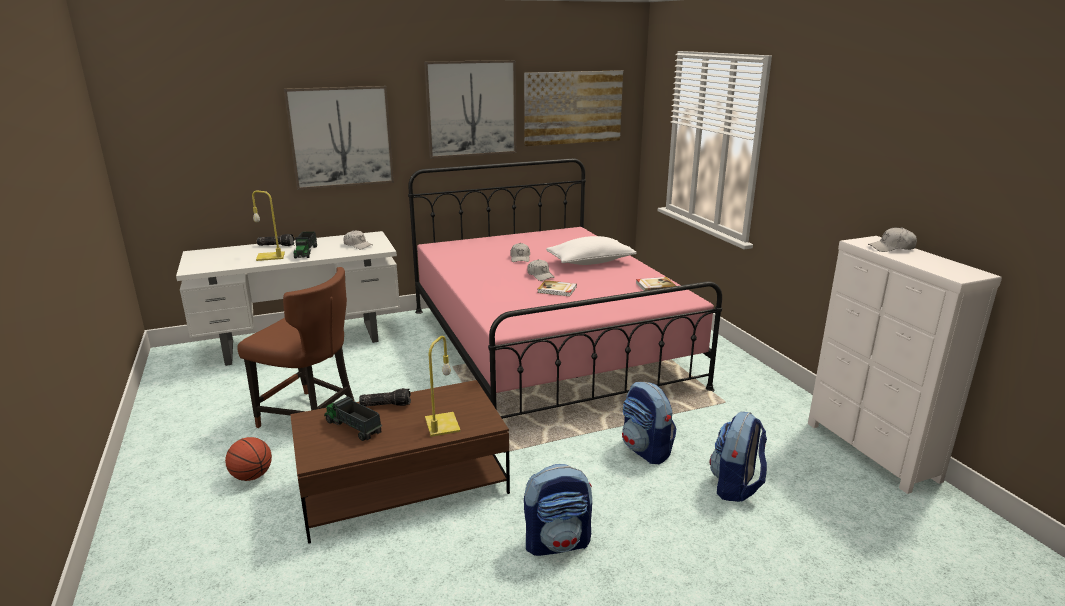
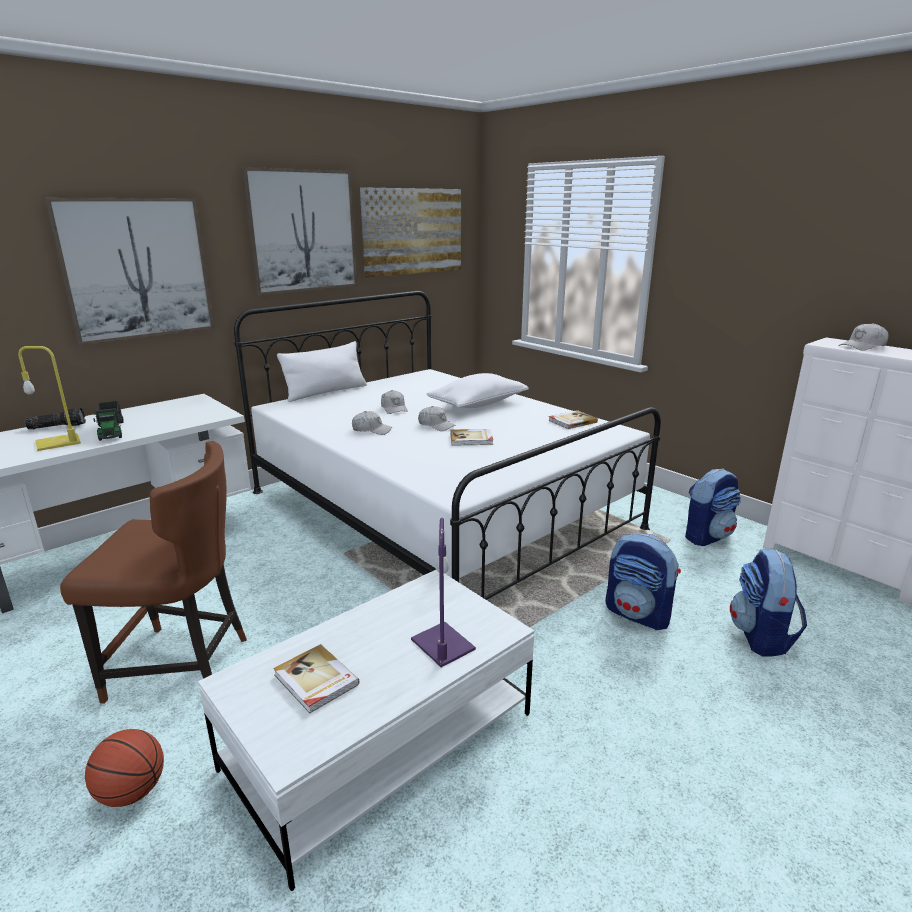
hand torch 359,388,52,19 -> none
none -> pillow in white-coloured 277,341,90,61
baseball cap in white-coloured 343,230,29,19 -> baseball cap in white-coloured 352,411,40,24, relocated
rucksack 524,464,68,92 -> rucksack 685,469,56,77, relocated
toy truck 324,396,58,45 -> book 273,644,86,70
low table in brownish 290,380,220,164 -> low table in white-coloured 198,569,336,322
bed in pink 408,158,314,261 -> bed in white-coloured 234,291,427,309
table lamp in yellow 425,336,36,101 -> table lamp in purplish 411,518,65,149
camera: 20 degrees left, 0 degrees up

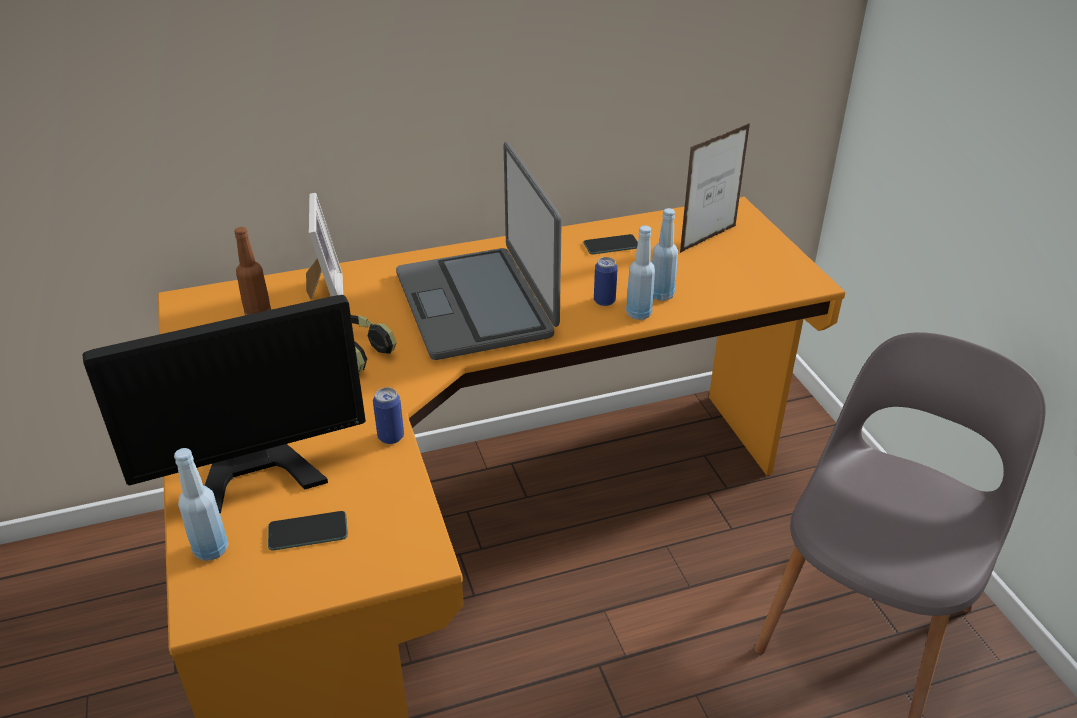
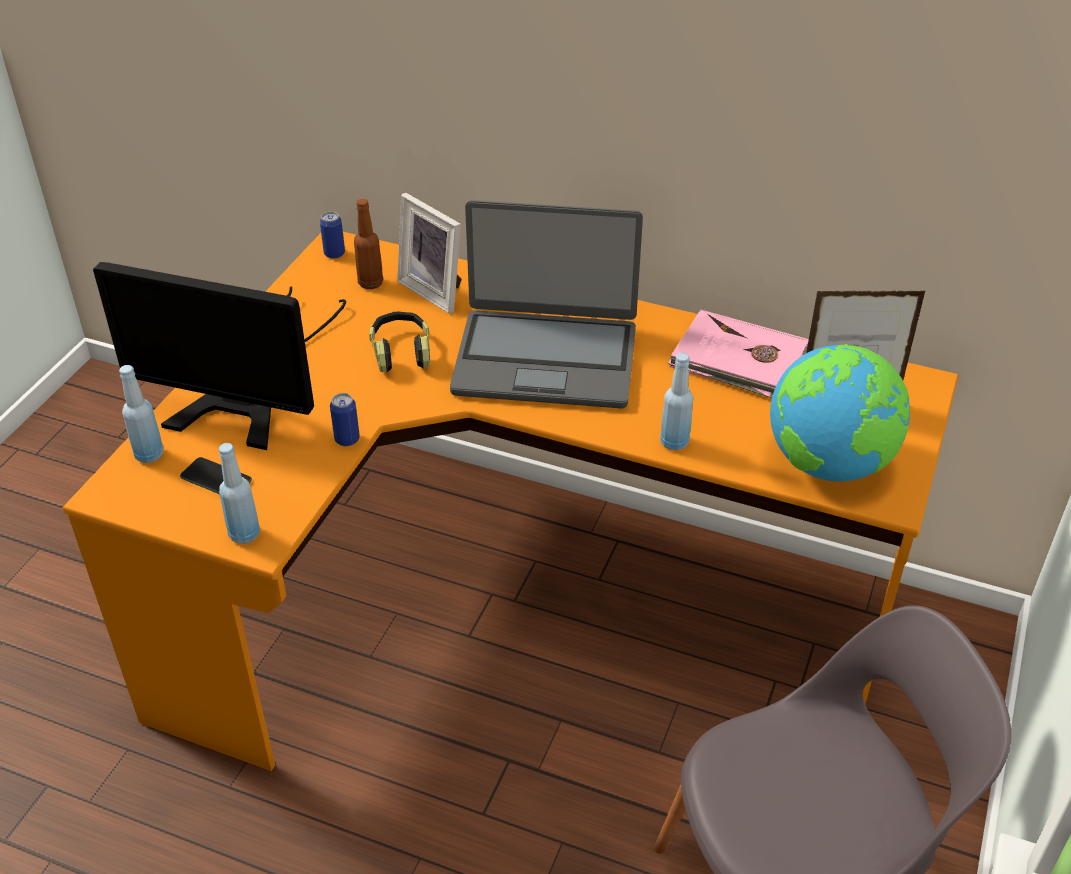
none -> globe 770,344,140,137
can 594,257,24,49 -> can 320,211,25,48, relocated
bottle in blue 652,208,26,93 -> bottle in blue 219,443,41,101, relocated
handset 583,234,55,20 -> book in pink 668,310,141,88
standing frame 306,193,37,107 -> standing frame 397,193,65,121, 105 degrees clockwise
laptop 396,142,166,218 -> laptop 450,200,193,208, 105 degrees counterclockwise
camera: 40 degrees right, 5 degrees up

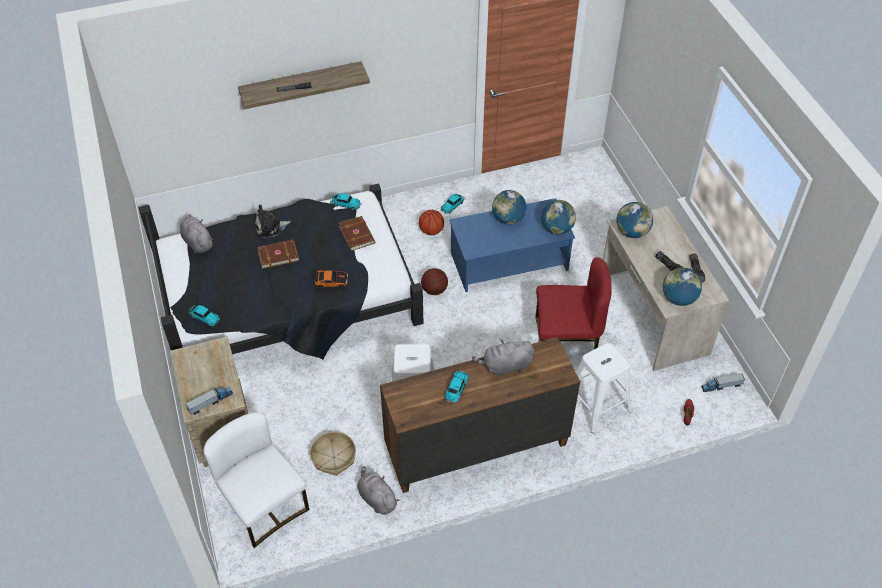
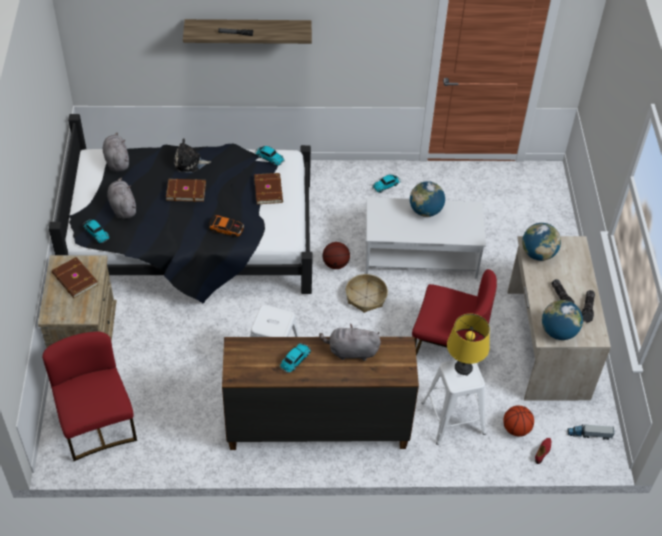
toy truck 185,388,48,27 -> none
globe 541,200,35,34 -> none
none -> book in brownish 52,257,46,41
none -> table lamp in yellow 447,314,43,61
household basket 310,432,46,44 -> household basket 346,274,42,39, relocated
plush toy in greyish 357,466,42,49 -> plush toy in greyish 107,178,29,41, relocated
basketball ball 419,210,25,25 -> basketball ball 503,406,31,31, relocated
plain chair in white-coloured 204,412,105,136 -> plain chair in reddish 42,332,95,129
low table in blue 449,198,126,94 -> low table in white-coloured 366,197,120,81
camera: 15 degrees right, 0 degrees up

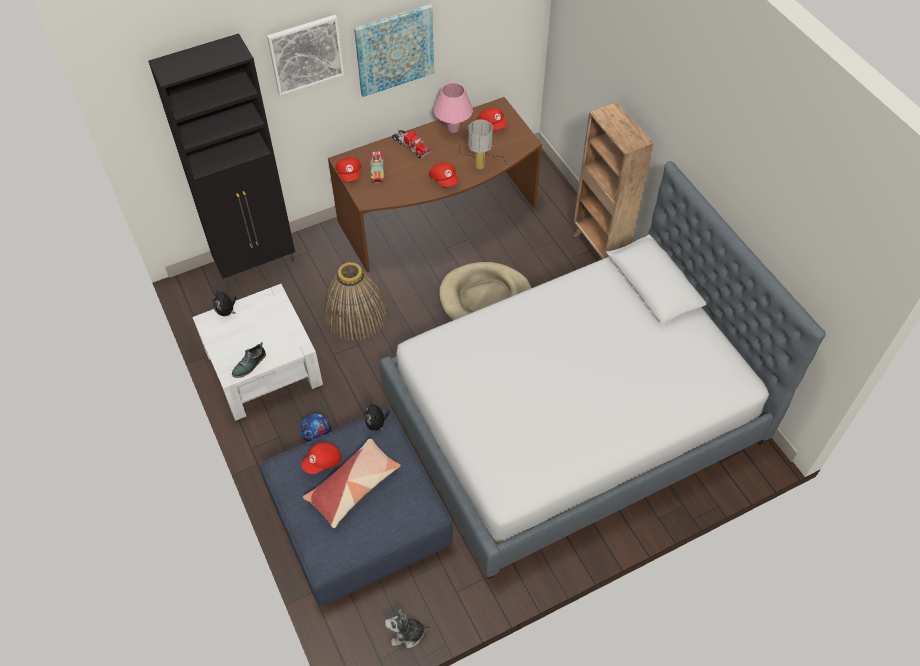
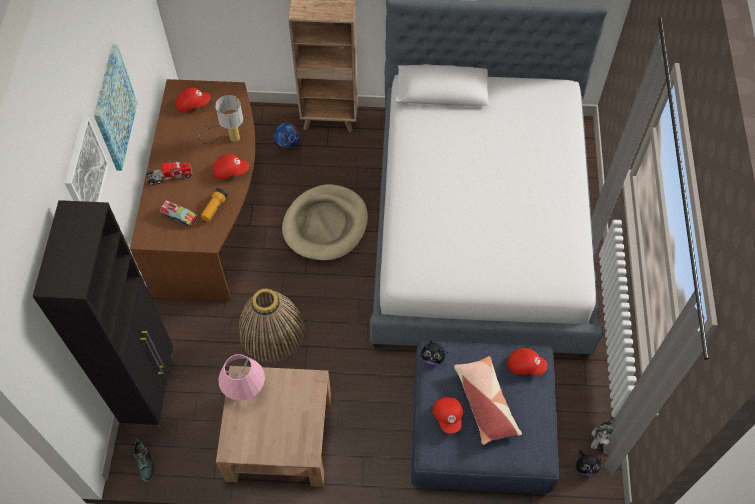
none -> hand torch 200,188,28,34
plush toy 212,289,24,27 -> plush toy 576,450,25,26, relocated
item of footwear 232,342,34,36 -> item of footwear 134,438,21,44, relocated
ball for football 300,413,31,29 -> ball for football 274,123,26,25, relocated
baseball cap in reddish 335,157,26,24 -> baseball cap in reddish 507,348,41,27, relocated
table lamp in pink 434,82,39,51 -> table lamp in pink 218,354,47,47, relocated
low table in white-coloured 192,284,131,137 -> low table in brownish 216,366,115,121
camera: 60 degrees left, 5 degrees up

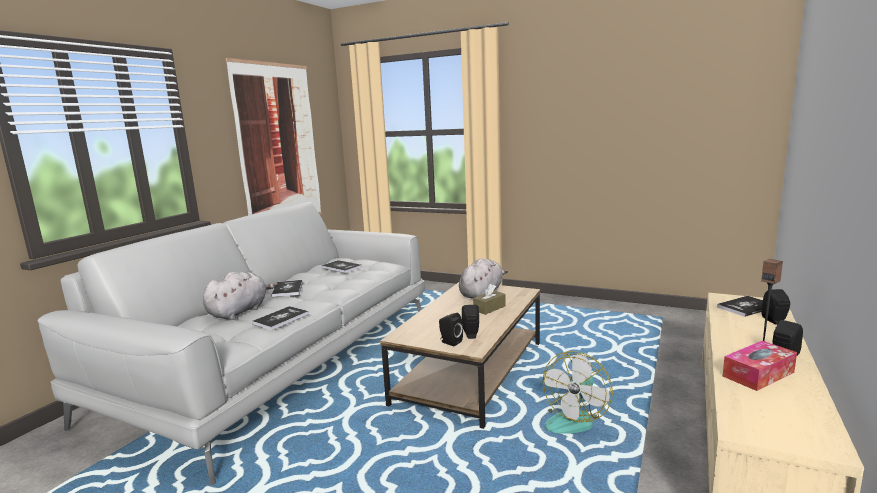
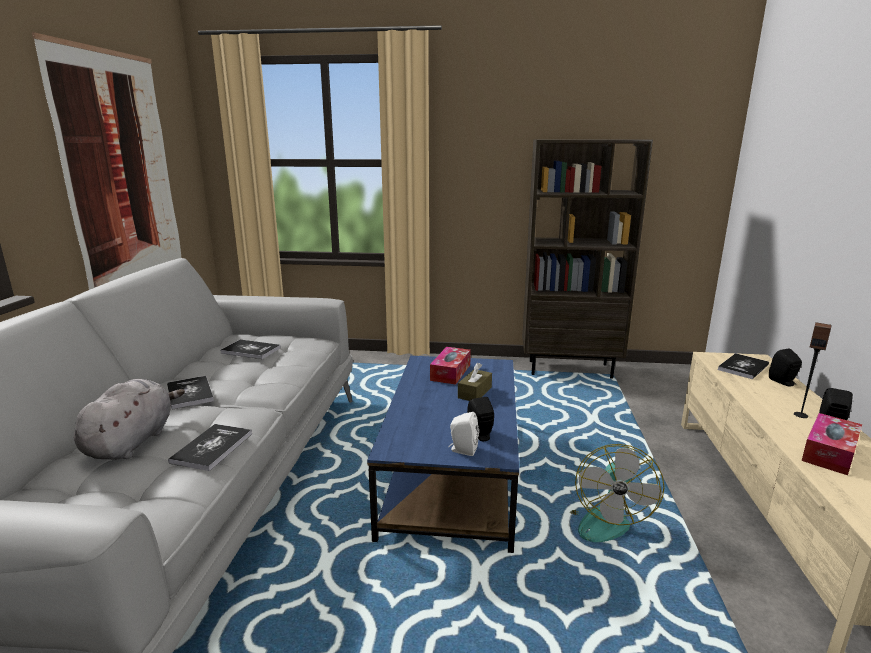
none -> bookcase in brownish 522,140,131,239
plush toy in greyish 459,258,49,41 -> tissue box 430,347,41,38
low table in brownish 380,282,160,147 -> low table in blue 367,356,152,197
speaker in black-coloured 439,313,24,33 -> speaker in white-coloured 448,412,31,44
camera: 20 degrees left, 5 degrees up

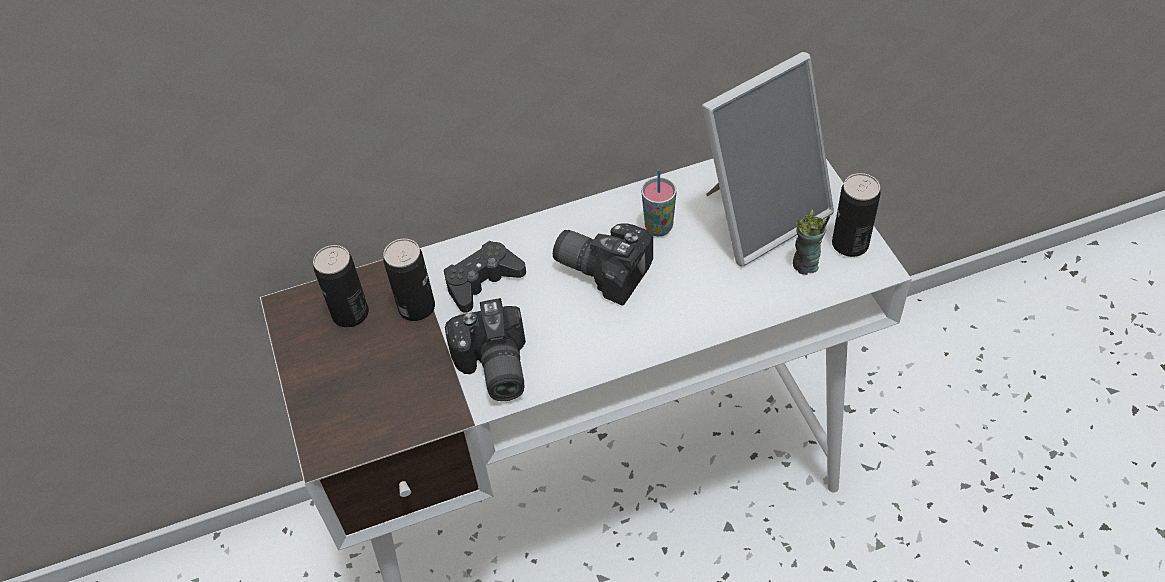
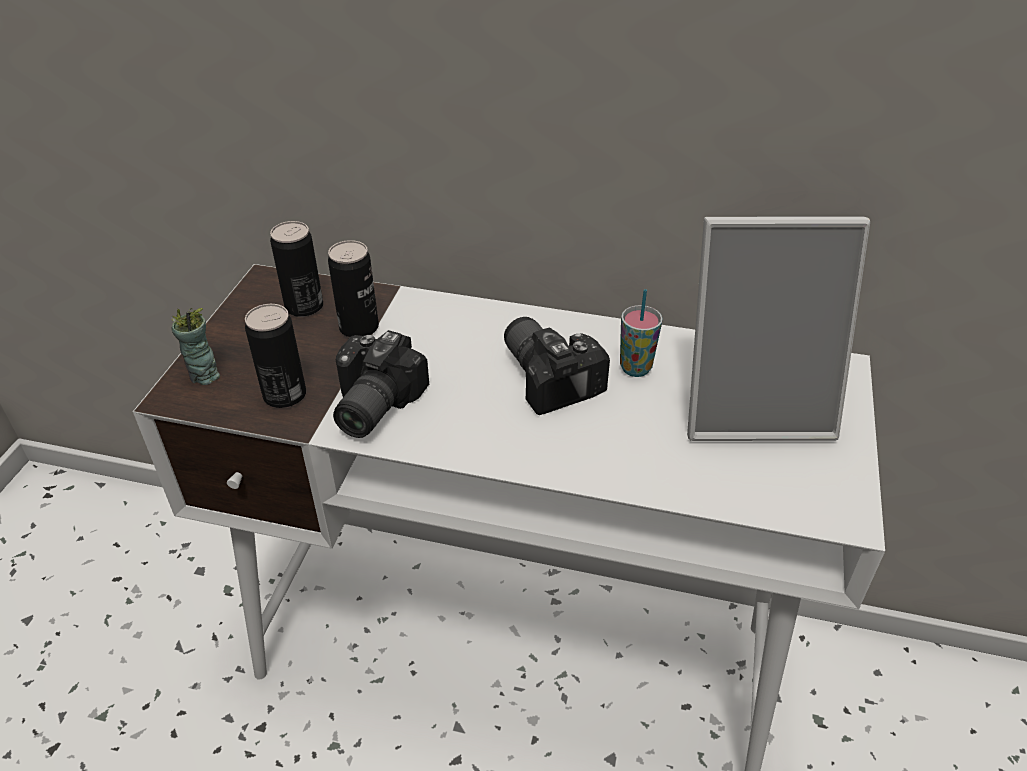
gamepad in black-coloured 444,241,82,72 -> none
small cup 793,209,37,66 -> small cup 171,308,49,77, relocated
can 832,173,49,84 -> can 245,304,61,104, relocated
camera: 30 degrees right, 10 degrees down

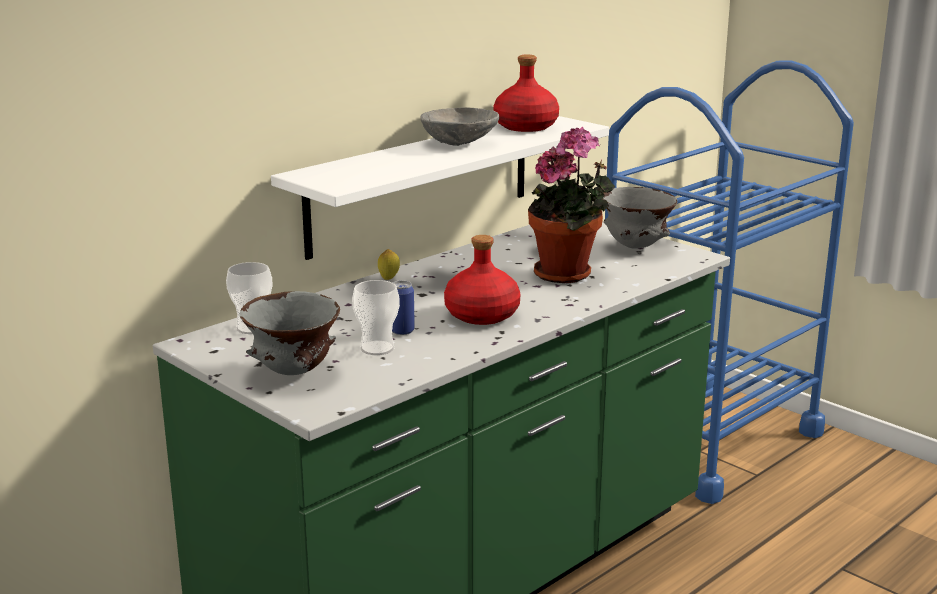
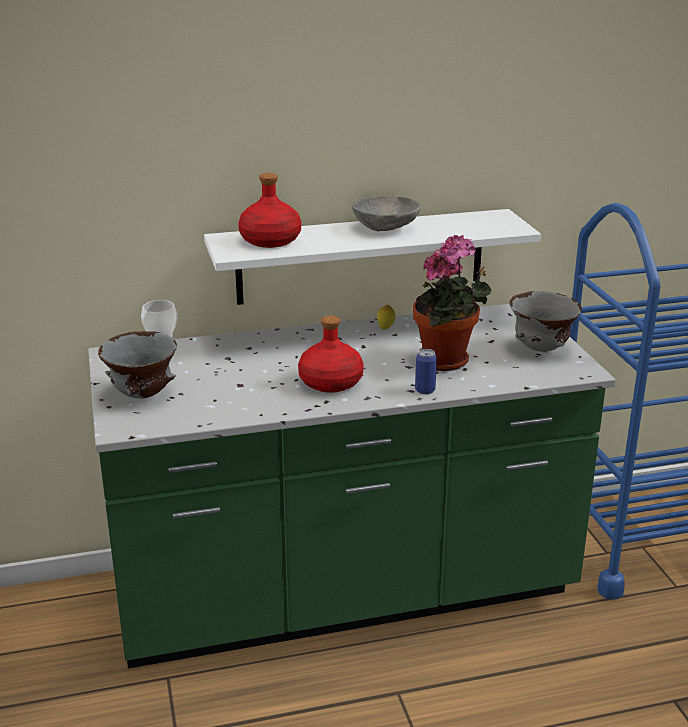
small cup 352,280,48,75 -> none
citrus fruit 378,249,22,31 -> citrus fruit 377,304,18,25, relocated
can 392,280,23,55 -> can 415,349,22,45, relocated
bottle in reddish 493,55,66,77 -> bottle in reddish 238,173,63,75, relocated
camera: 30 degrees right, 5 degrees up

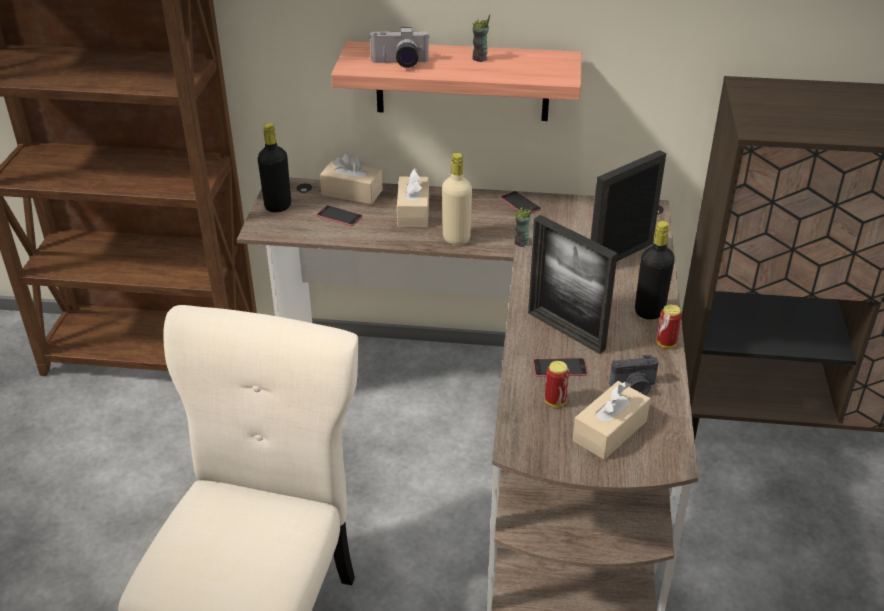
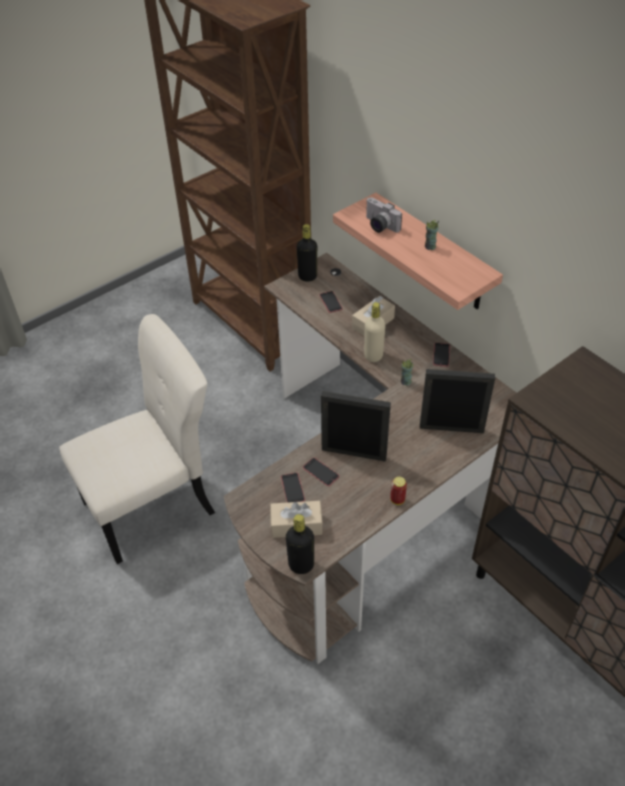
tissue box in beige 320,152,63,52 -> none
still camera 609,355,50,40 -> none
bottle in black-coloured 635,221,40,99 -> bottle in black-coloured 286,514,28,60, relocated
can 545,361,24,46 -> handset 281,473,24,30
standing frame 528,215,90,139 -> standing frame 321,391,70,71, 105 degrees clockwise
camera: 45 degrees right, 10 degrees up

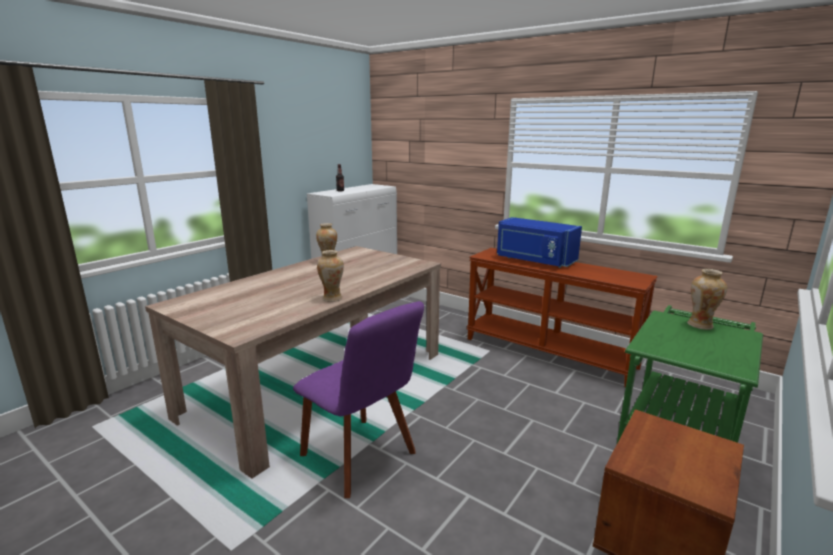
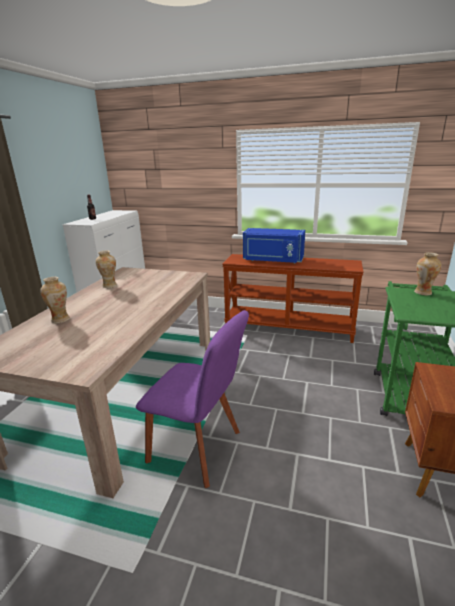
flower vase 317,250,27,52 -> flower vase 40,277,30,46, relocated
camera: 20 degrees left, 5 degrees up

